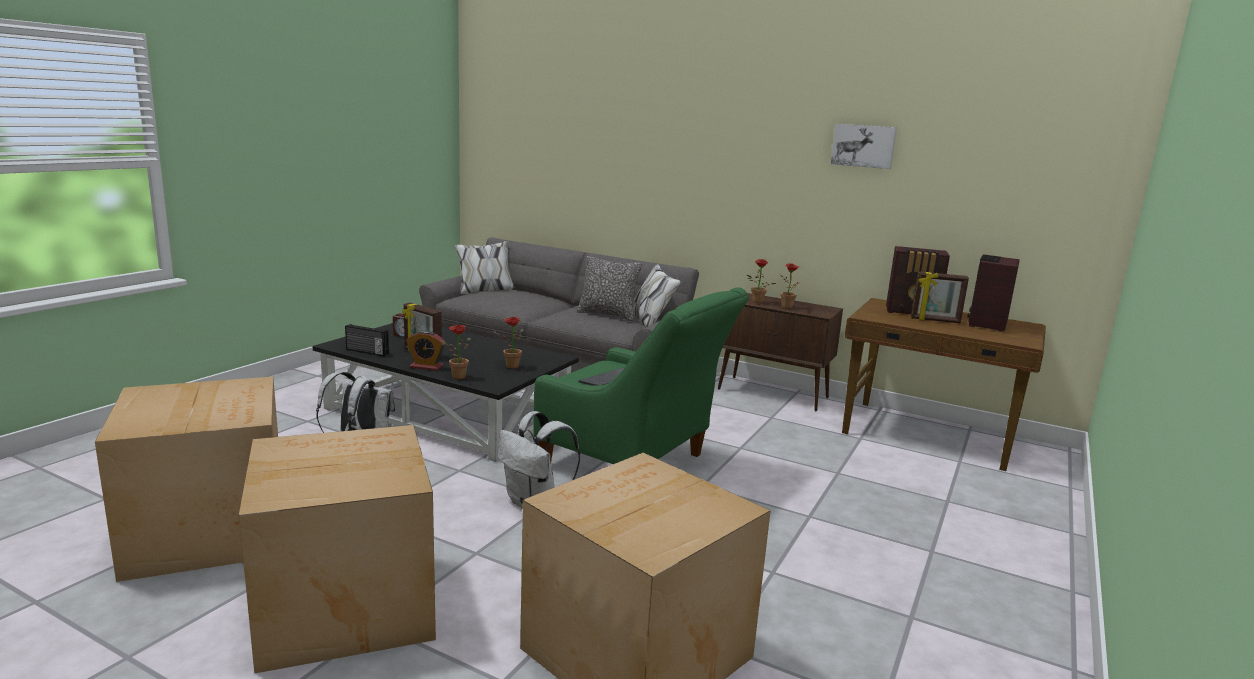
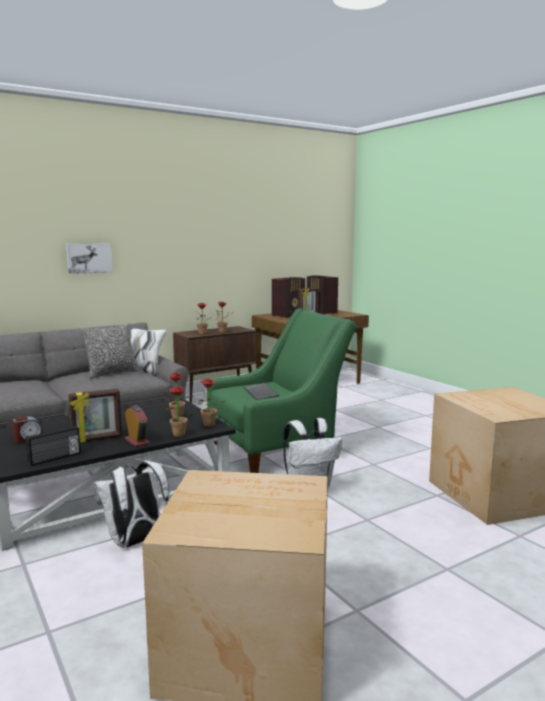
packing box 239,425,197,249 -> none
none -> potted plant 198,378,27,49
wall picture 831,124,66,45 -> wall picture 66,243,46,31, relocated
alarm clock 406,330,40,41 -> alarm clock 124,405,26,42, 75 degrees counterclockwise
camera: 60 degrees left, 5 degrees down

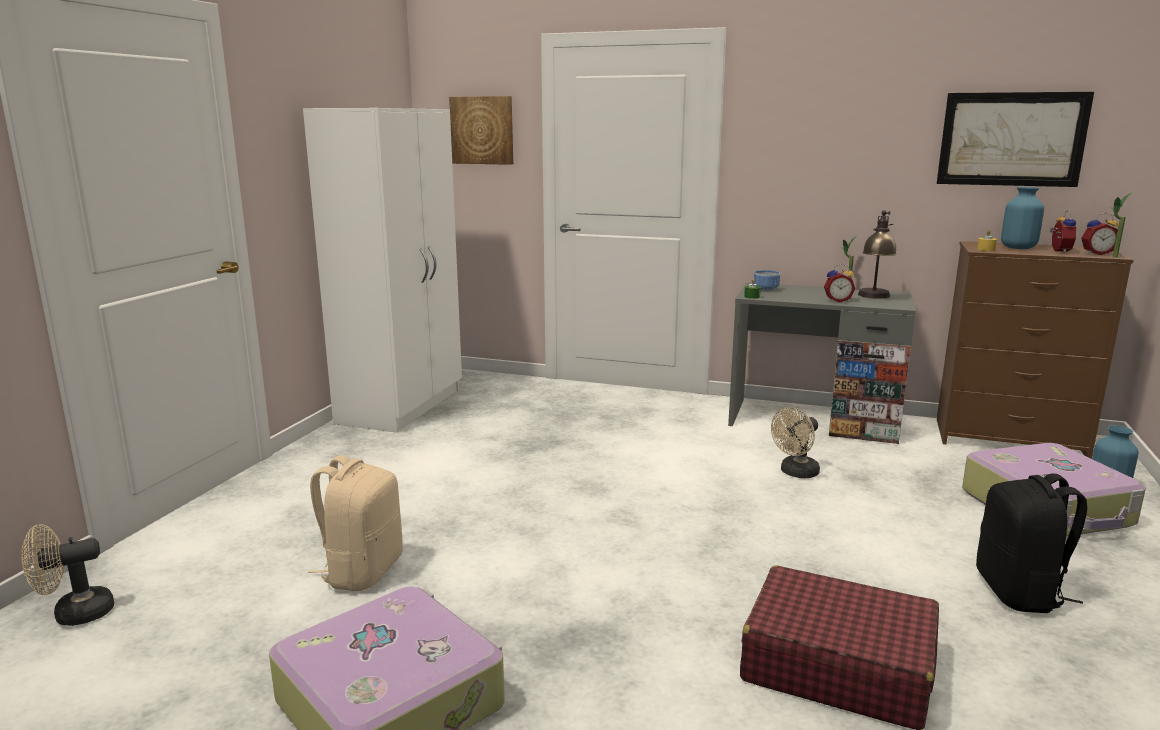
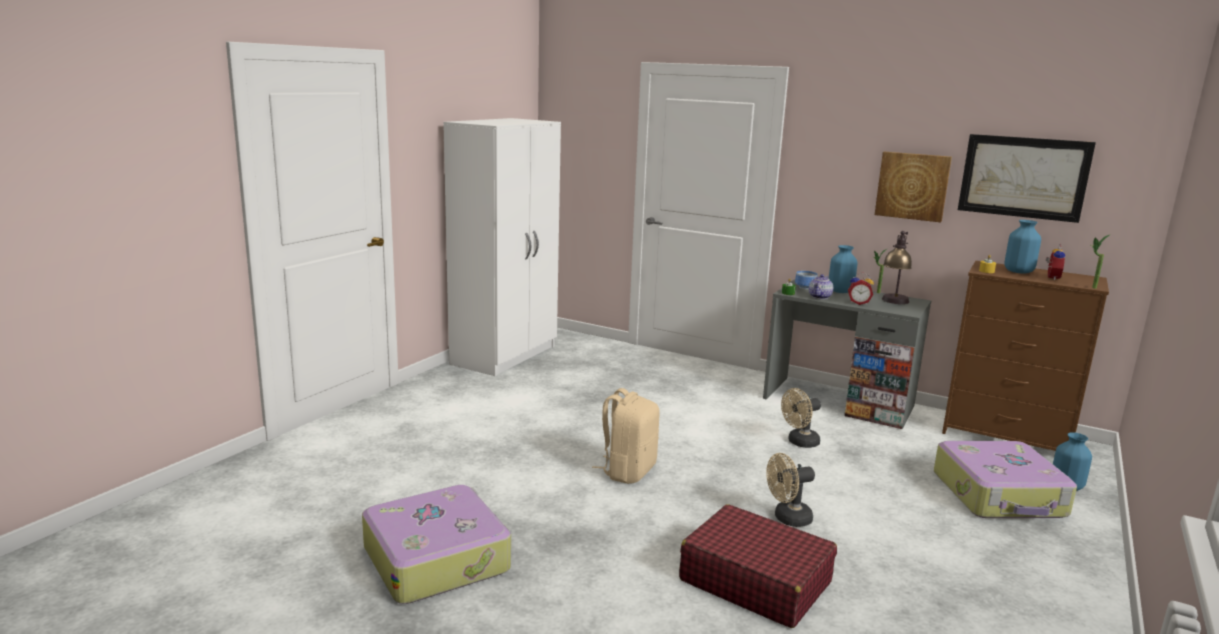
rucksack in black-coloured 976,473,111,140 -> none
alarm clock 1081,212,38,43 -> none
none -> tea pot 809,274,24,25
none -> flower vase in blue 829,245,29,48
fan in beige 21,524,93,102 -> fan in beige 766,453,49,74, relocated
rucksack in beige 308,455,95,136 -> rucksack in beige 592,388,68,96, relocated
wall picture 449,96,64,69 -> wall picture 875,152,77,70, relocated
camera: 10 degrees right, 0 degrees up

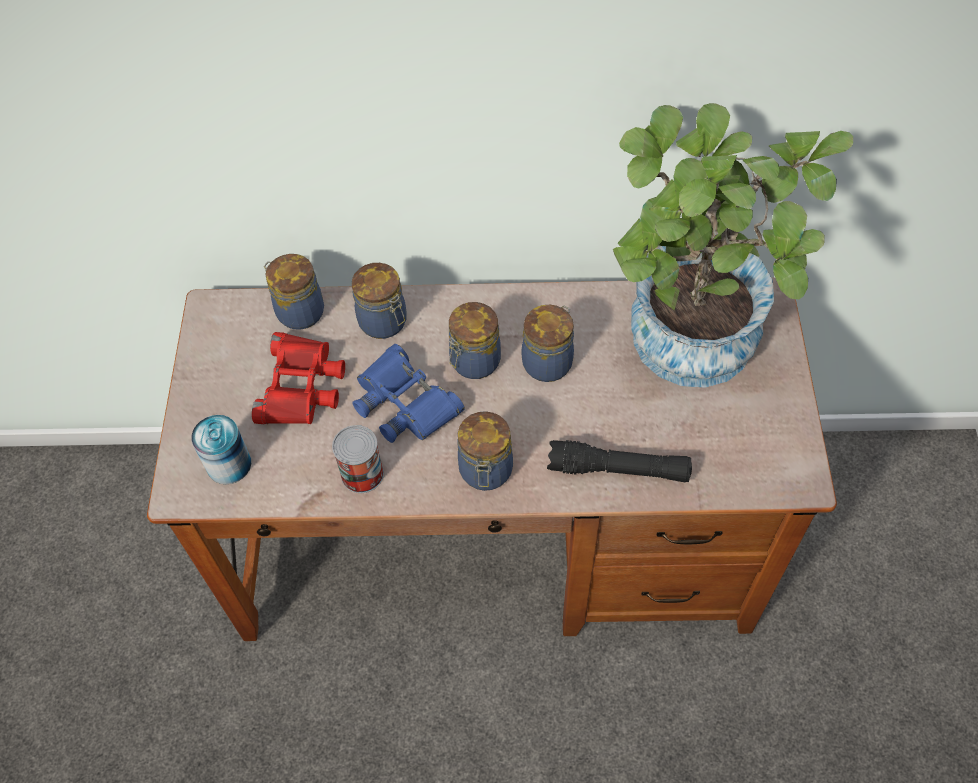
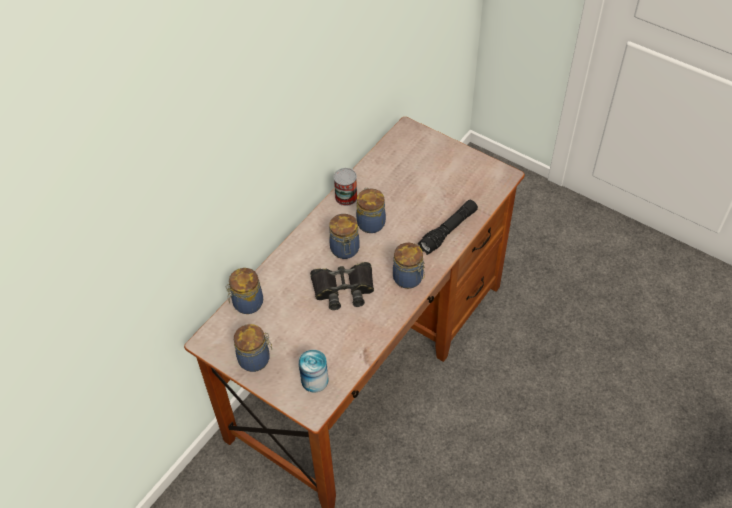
pair of binoculars in reddish 252,332,93,92 -> none
potted plant 613,103,240,285 -> none
can 332,425,52,68 -> can 334,168,23,38, relocated
preserve jar 352,263,55,76 -> preserve jar 234,324,38,48, relocated
pair of binoculars in blue 352,344,112,99 -> pair of binoculars in black-coloured 310,262,64,48
camera: 55 degrees left, 5 degrees down

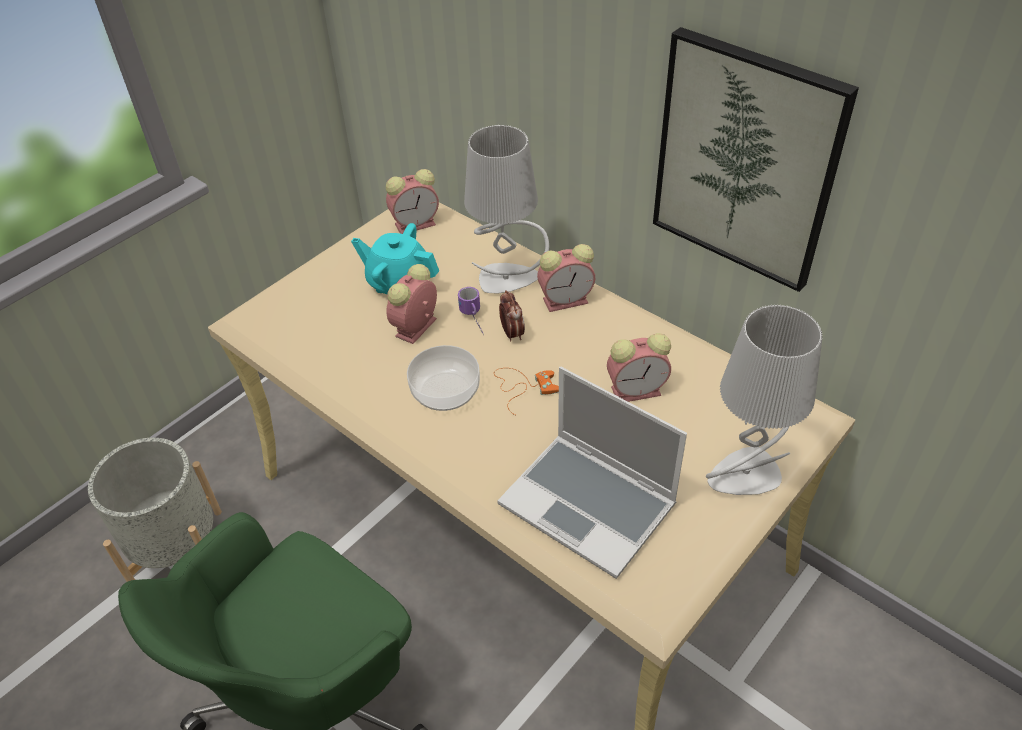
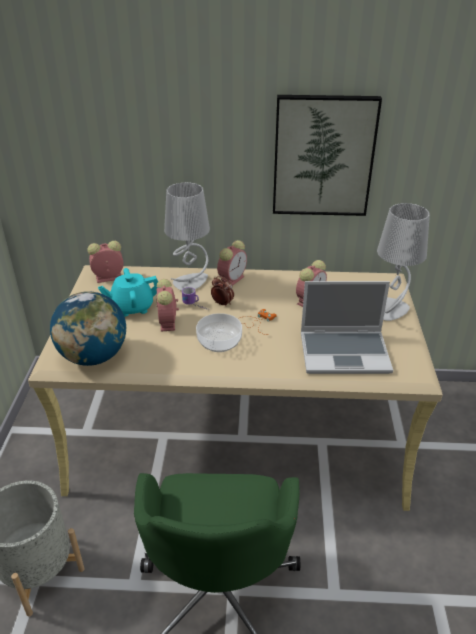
none -> globe 50,291,76,75
alarm clock 386,169,53,65 -> alarm clock 88,241,36,42, 135 degrees counterclockwise
camera: 40 degrees left, 10 degrees down

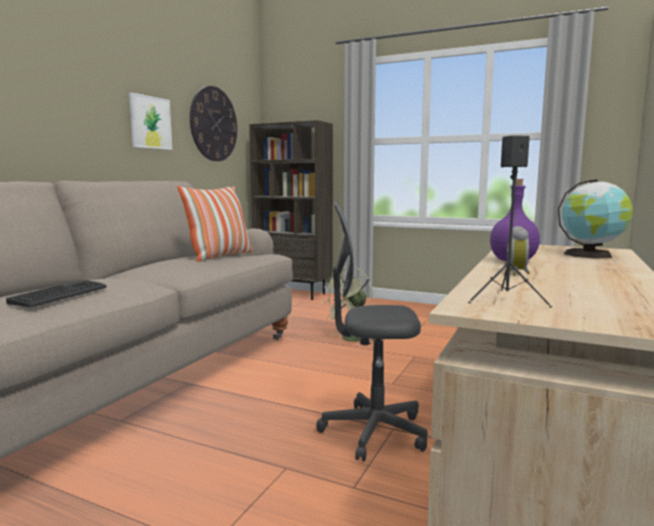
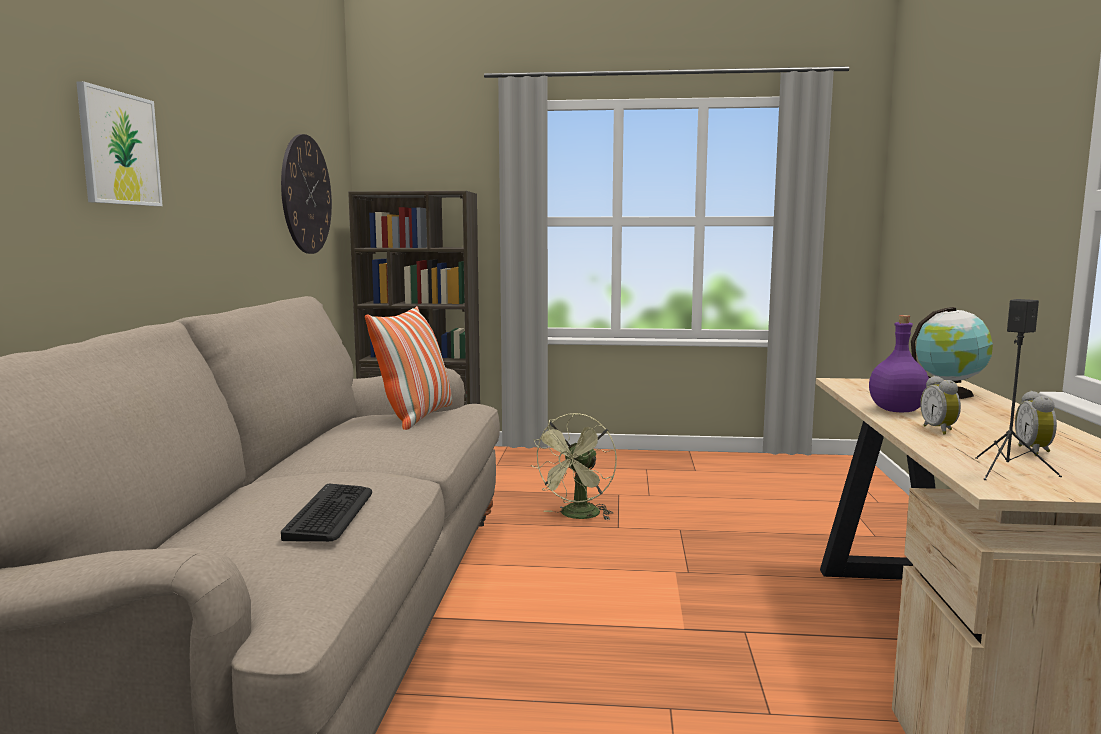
office chair in greyish 316,202,112,259 -> none
none -> alarm clock 1015,391,42,65
wall picture 129,92,43,58 -> wall picture 76,81,87,125, relocated
camera: 20 degrees left, 0 degrees up

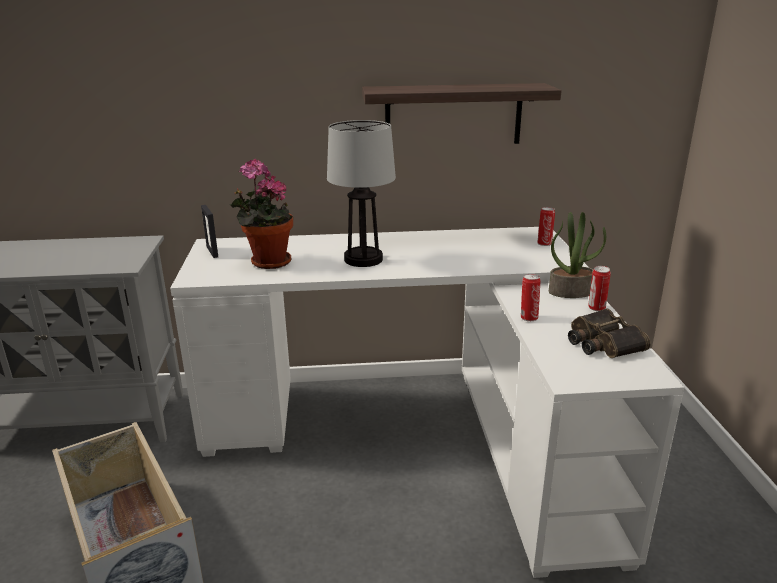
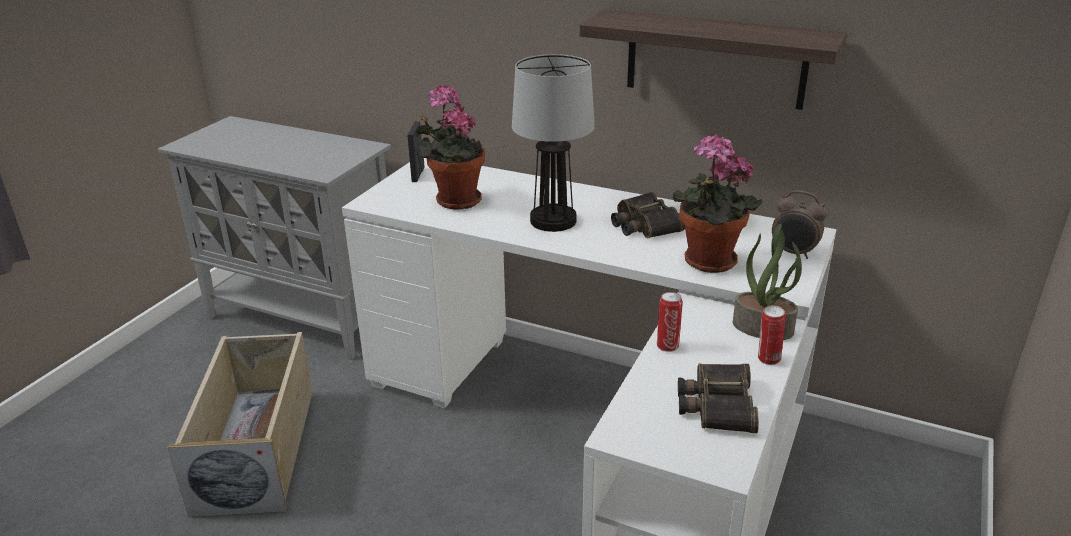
none -> pair of binoculars 611,192,74,46
none -> potted plant 673,134,89,139
can 537,207,18,39 -> alarm clock 772,190,55,69
camera: 30 degrees right, 5 degrees up

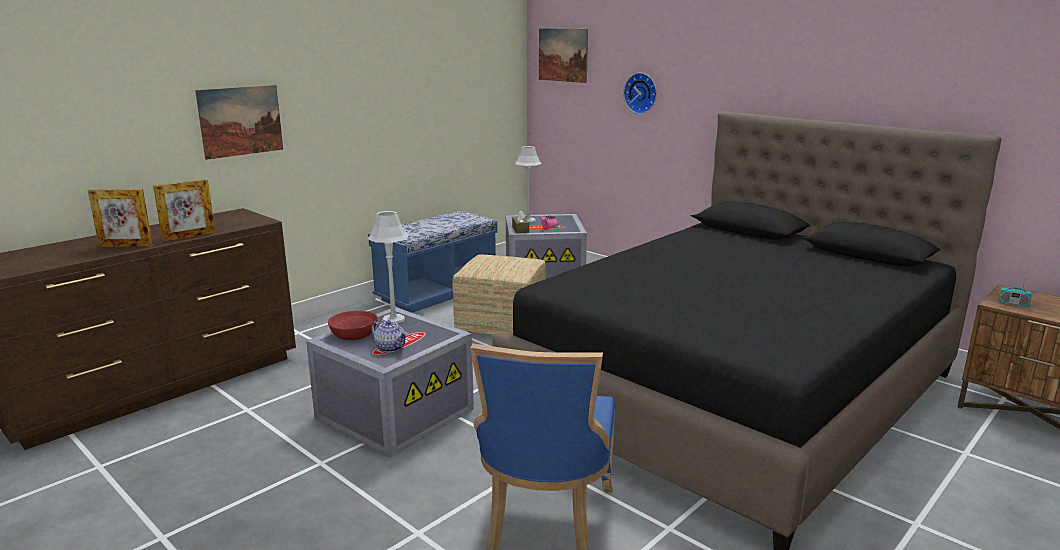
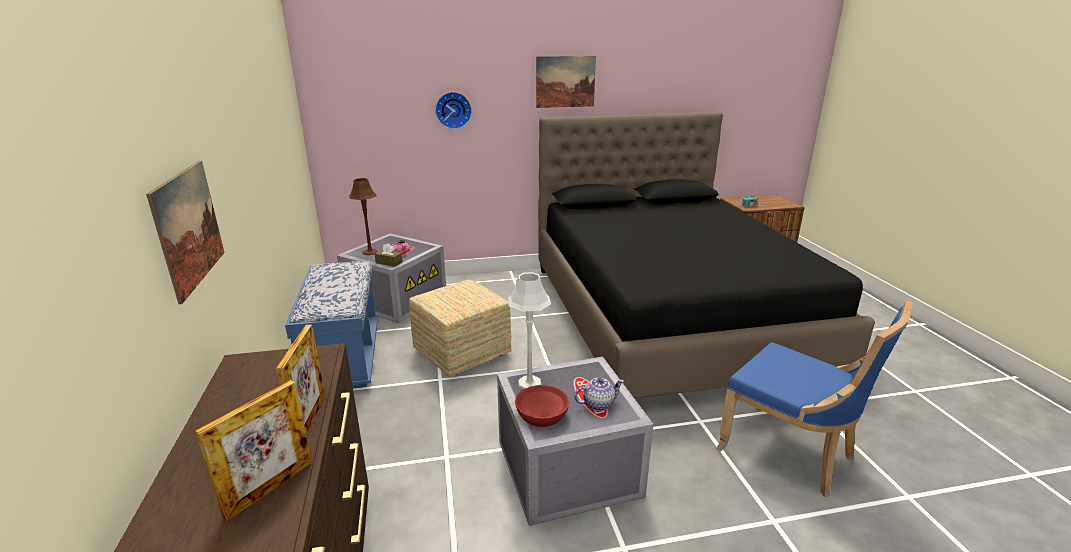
wall picture 539,28,49,55 -> wall picture 536,56,60,52, relocated
table lamp in greyish 515,146,27,76 -> table lamp in brownish 349,178,29,77
camera: 55 degrees left, 5 degrees up

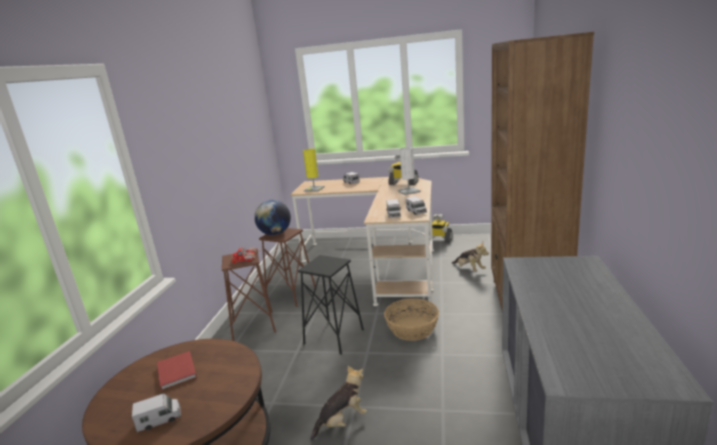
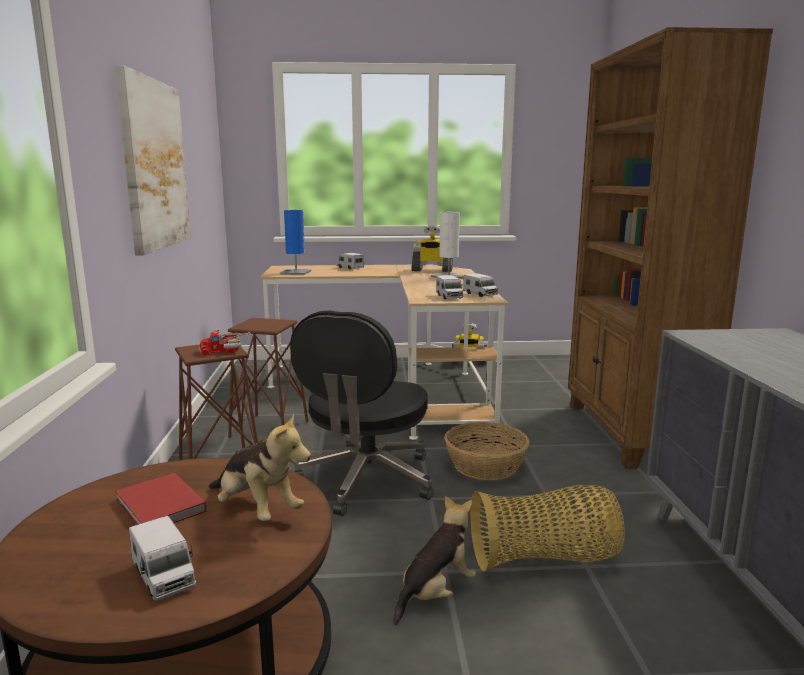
globe 254,200,37,35 -> none
none -> wall picture 114,65,77,191
none -> household basket 470,485,155,86
plush toy 451,242,38,30 -> plush toy 209,412,102,109, relocated
sitting stool in black-coloured 298,255,66,100 -> office chair in black-coloured 290,311,143,205
table lamp in yellow 303,149,22,43 -> table lamp in blue 281,210,30,65
toy truck 132,393,49,40 -> toy truck 129,516,67,85, 90 degrees clockwise
camera: 15 degrees left, 5 degrees down

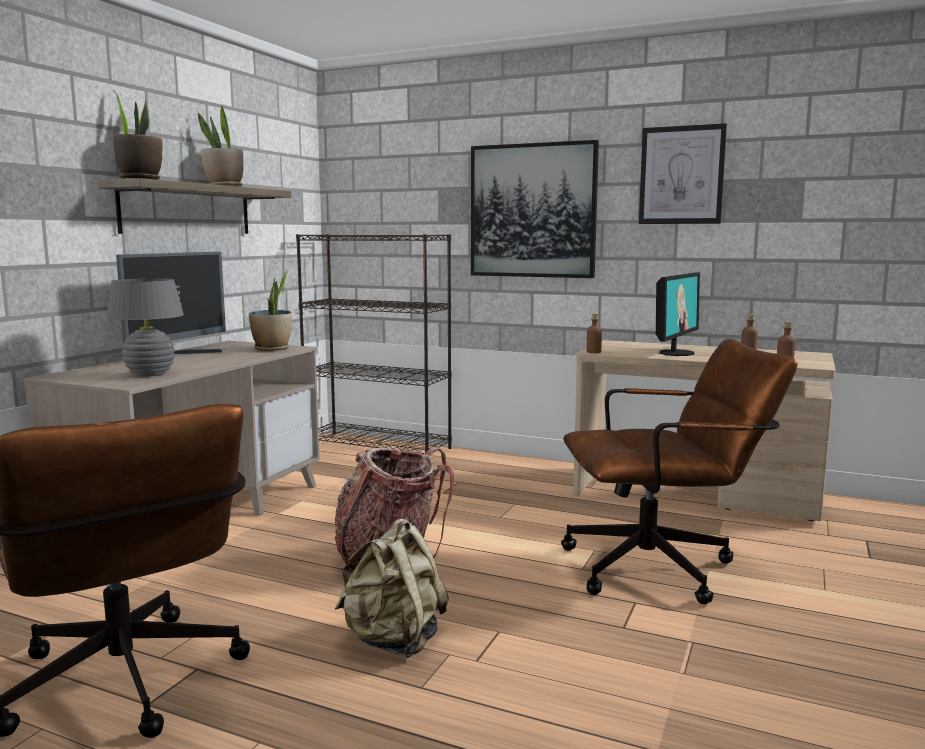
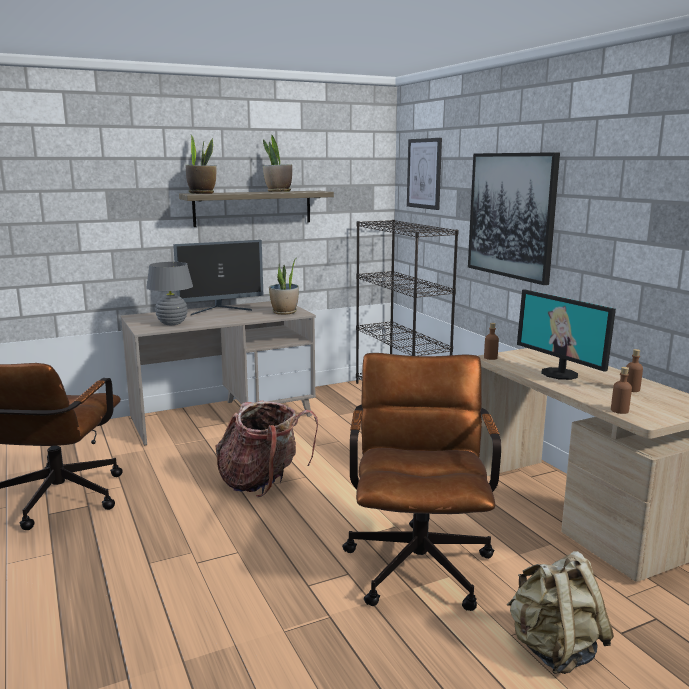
rucksack in beige 335,519,114,139 -> rucksack in beige 506,551,108,123, relocated
wall picture 639,123,88,101 -> wall picture 407,138,35,72, relocated
office chair in brownish 561,339,237,265 -> office chair in brownish 342,353,159,258, 120 degrees counterclockwise
computer screen 656,272,44,84 -> computer screen 517,289,99,91, 75 degrees clockwise
camera: 40 degrees right, 5 degrees up

